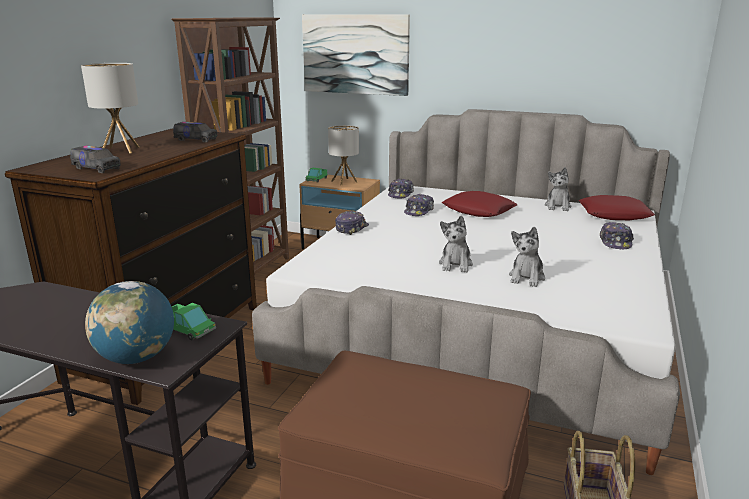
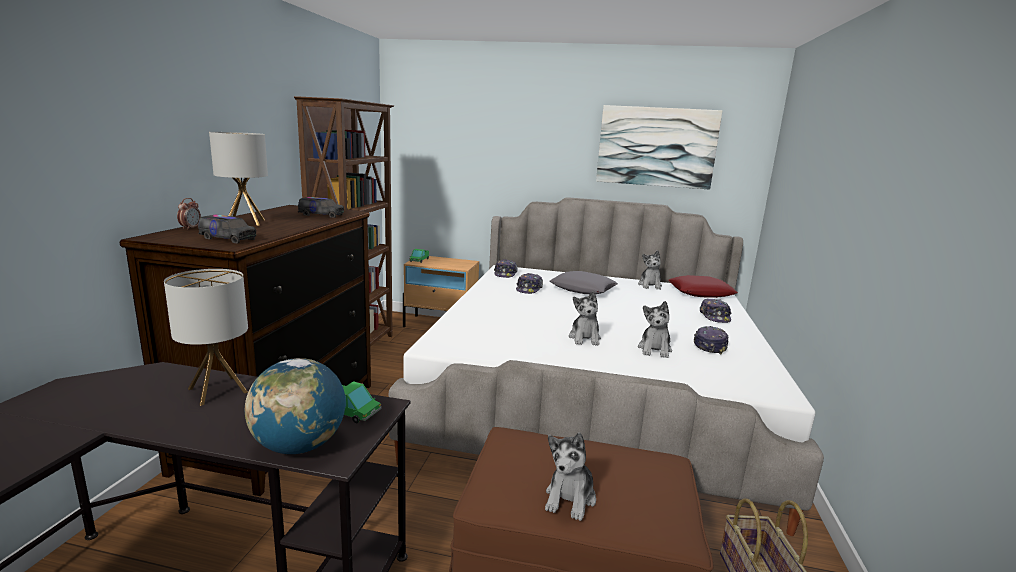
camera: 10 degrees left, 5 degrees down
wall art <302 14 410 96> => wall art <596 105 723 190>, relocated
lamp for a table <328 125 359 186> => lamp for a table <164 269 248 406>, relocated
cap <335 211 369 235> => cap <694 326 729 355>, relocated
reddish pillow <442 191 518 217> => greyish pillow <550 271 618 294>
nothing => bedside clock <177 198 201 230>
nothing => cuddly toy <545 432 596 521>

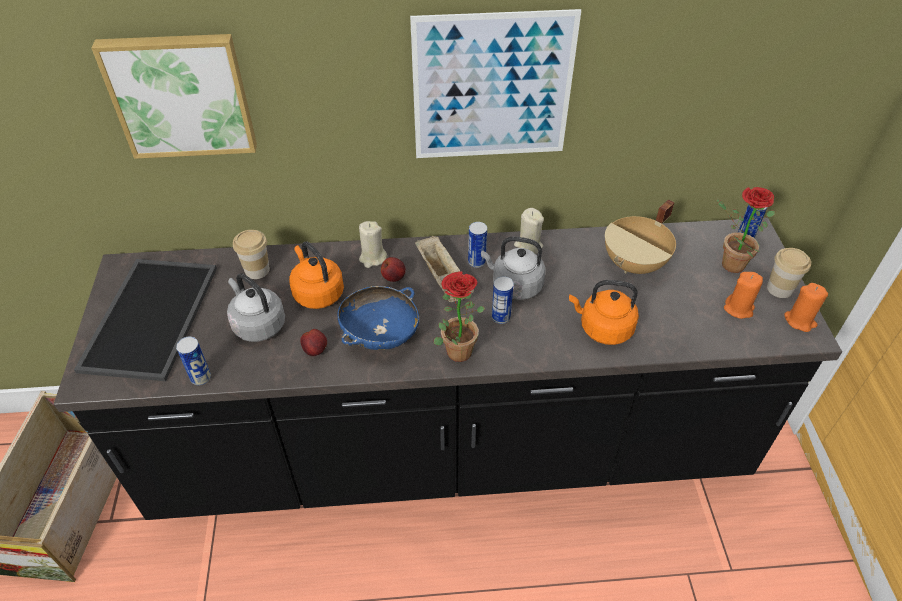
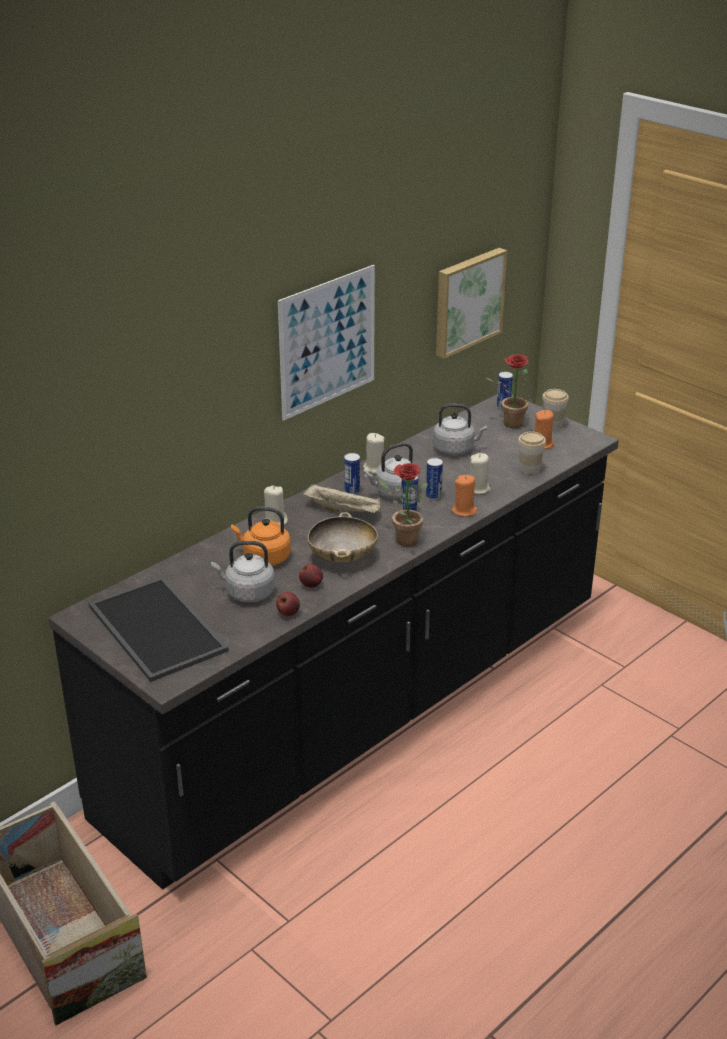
camera: 40 degrees left, 15 degrees down
wall art <91 34 257 159> => wall art <436 248 507 359>, relocated
metal can <176 337 211 385> => metal can <426 458 443 501>, relocated
cup <233 230 270 279> => cup <518 432 546 474>, relocated
bluish deep dish <337 286 419 350> => beige deep dish <307 512 378 562>
whole apple <381 257 406 282> => whole apple <276 592 300 616>, relocated
orange water kettle <569 280 639 345> => beige candle <470 453 491 494>
beige stockpot <605 200 676 274> => greyish water kettle <433 404 487 455>
orange candle <784 283 828 332> => orange candle <452 475 478 517>, relocated

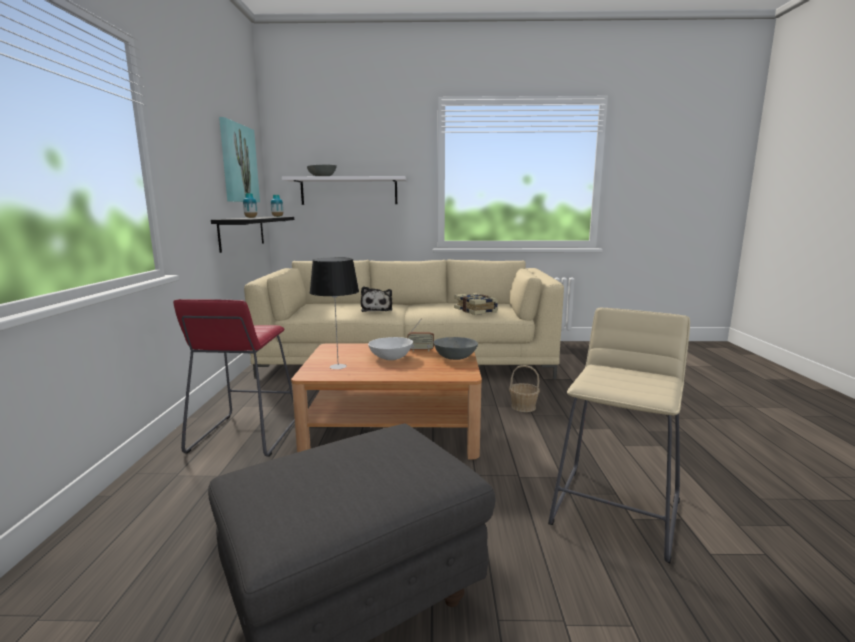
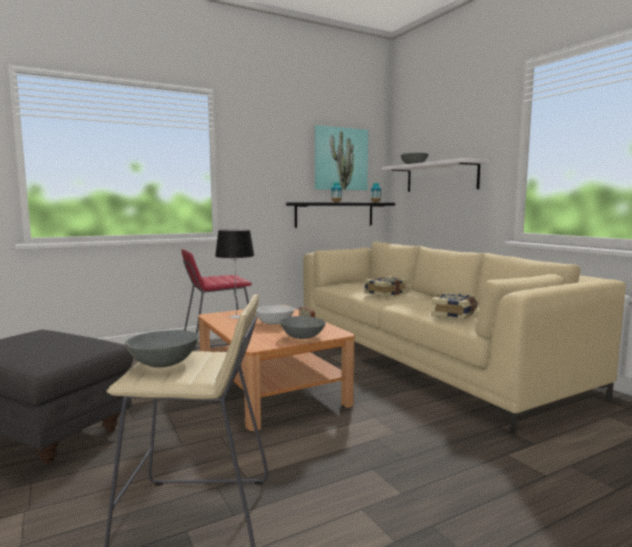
camera: 60 degrees right, 5 degrees down
cuddly toy <361 286 392 312> => volume <364 276 410 297>
storage basket <509 365 540 412> => nothing
nothing => greyish deep dish <125 330 199 368>

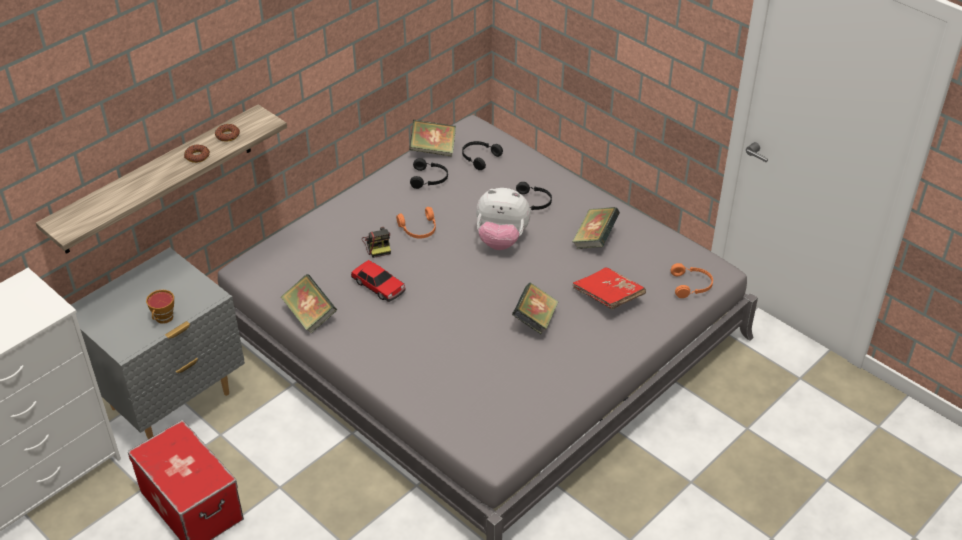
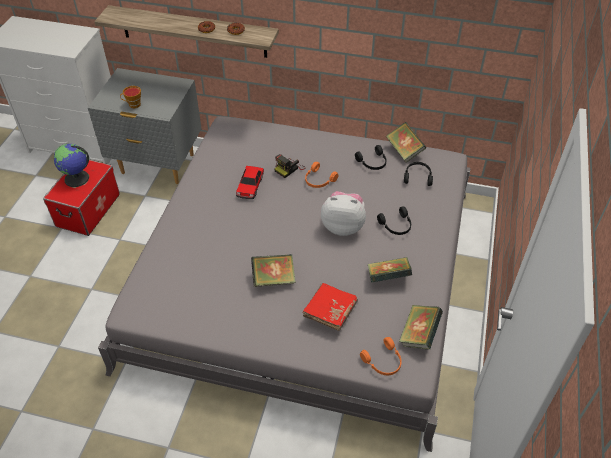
camera: 60 degrees right, 5 degrees up
volume <281 274 337 333> => volume <399 305 443 350>, relocated
cuddly toy <476 188 531 250> => cuddly toy <321 191 366 236>, 120 degrees clockwise
nothing => desk globe <54 144 89 187>

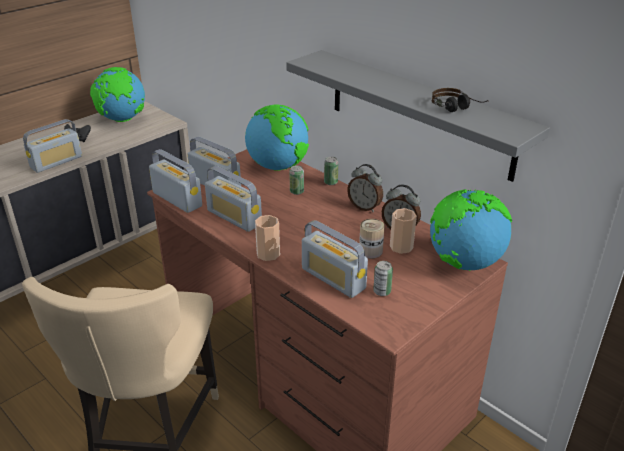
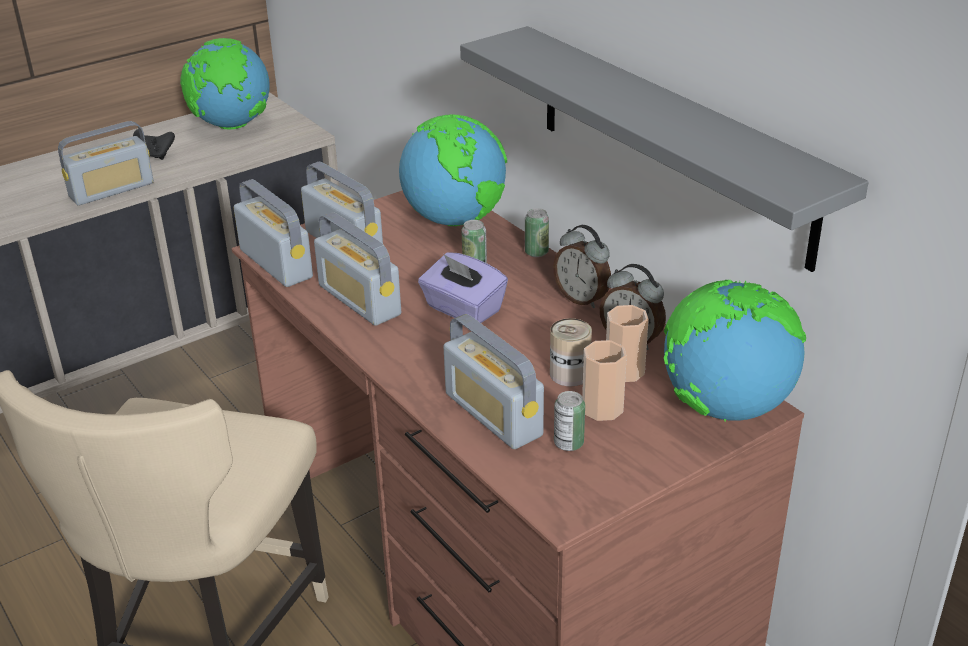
camera: 10 degrees right, 0 degrees up
cup <255 215 280 261> => cup <582 340 627 421>, relocated
headset <432 88 489 112> => nothing
nothing => purple tissue box <418 252 508 323>

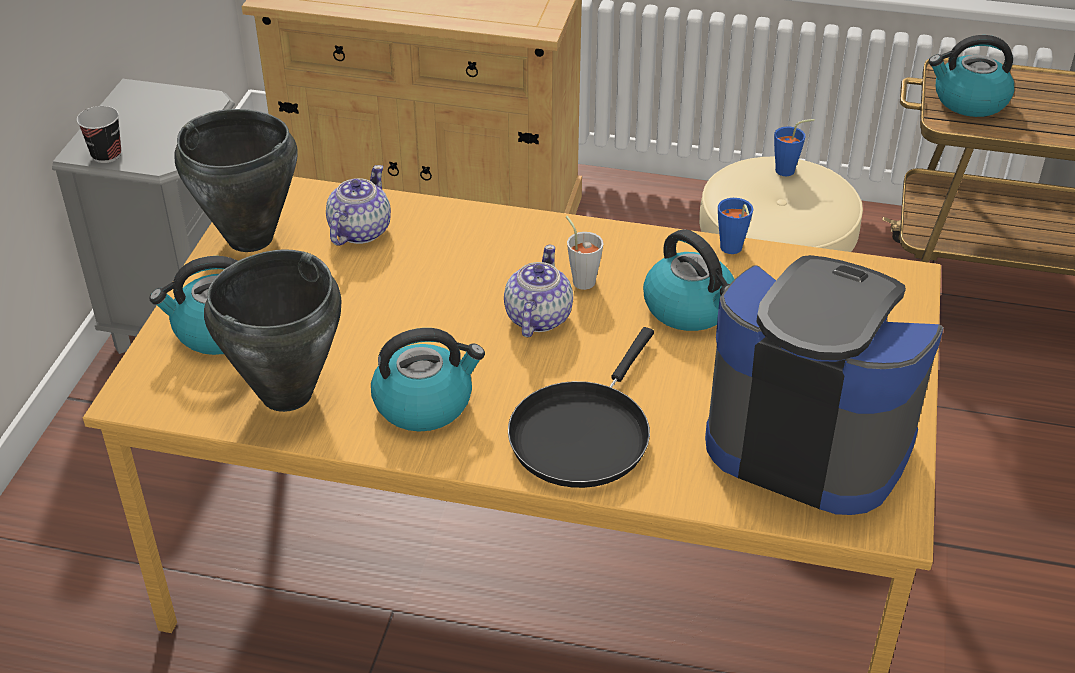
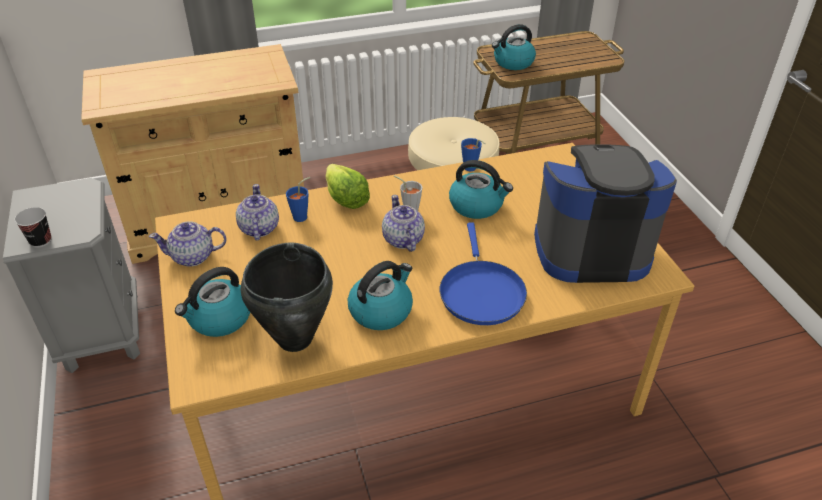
camera: 30 degrees left, 0 degrees up
black stockpot <174 109 298 252> => tea pot <149 221 226 267>
black frying pan <508 327 654 488> => bluish frying pan <440 222 527 325>
bluish cup <774 119 815 176> => bluish cup <286 177 310 222>, relocated
nothing => head of lettuce <326 164 370 209>

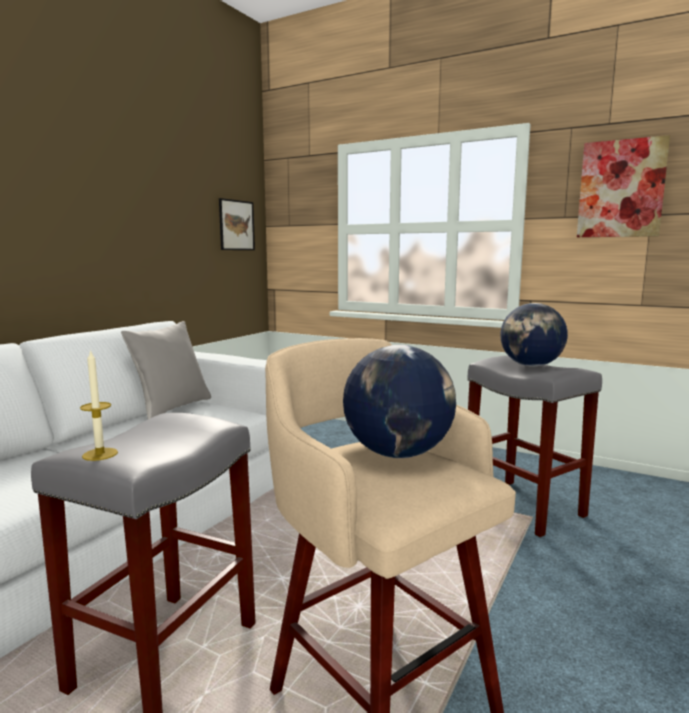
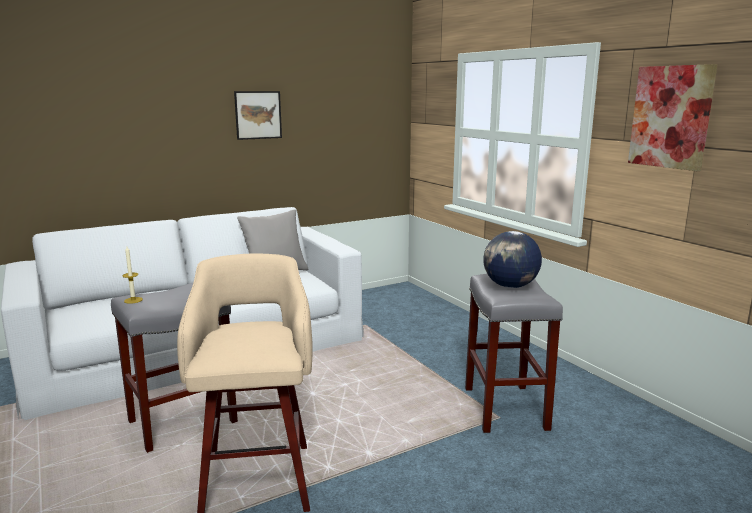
camera: 30 degrees right, 5 degrees up
wall art <219 198 255 250> => wall art <234 91 282 140>, relocated
desk globe <343 345 456 458> => nothing

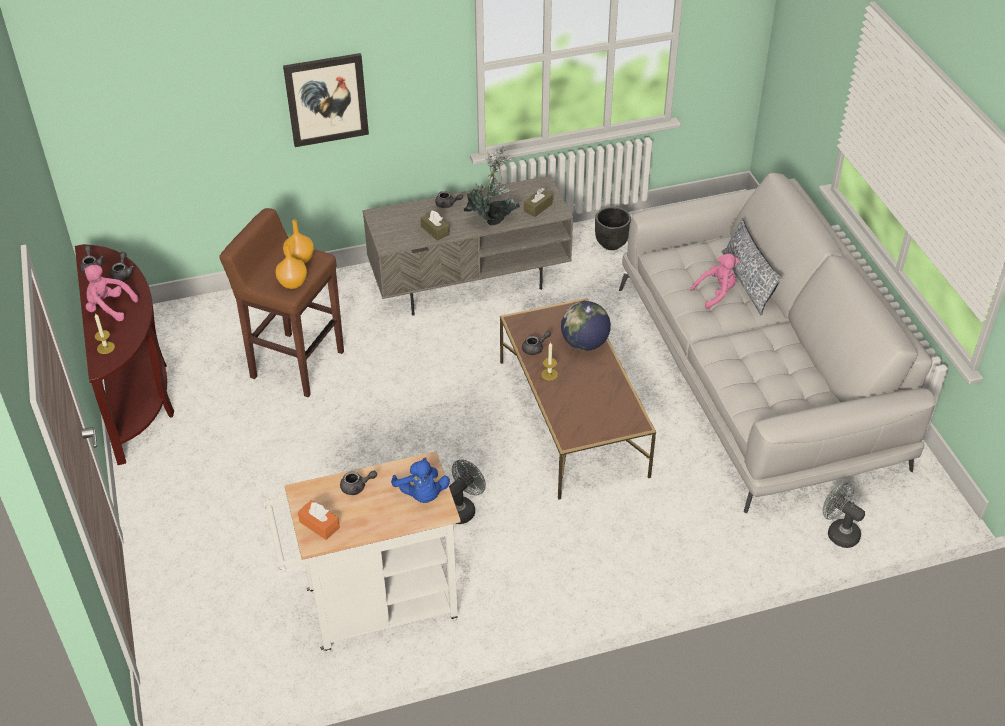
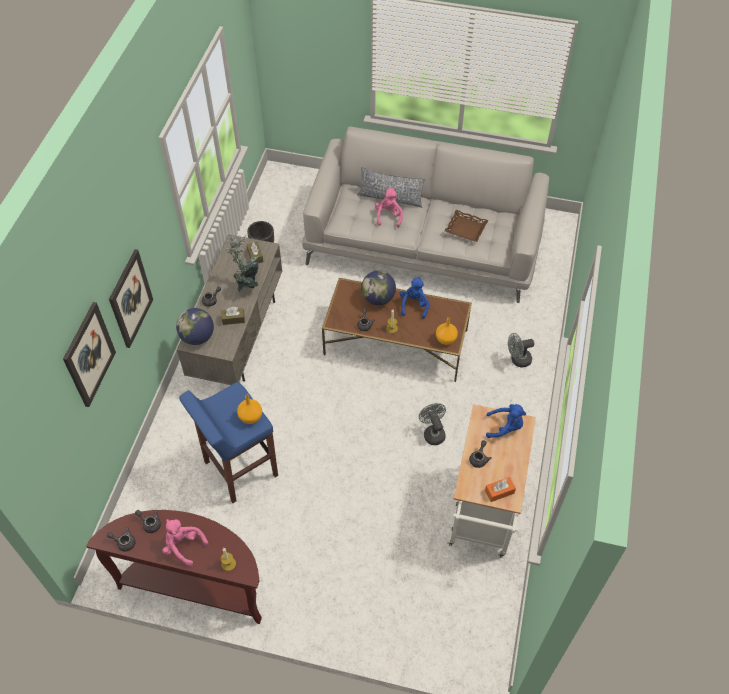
camera: 60 degrees left, 10 degrees up
pink-coloured cuddly toy <84 265 138 321> => pink-coloured cuddly toy <163 519 208 567>, 75 degrees clockwise
brownish stool seat <219 208 344 397> => bluish stool seat <179 382 278 503>
orange flower vase <283 219 314 264> => orange flower vase <436 317 458 345>, relocated
greyish fan <823 483 865 548> => greyish fan <508 333 535 367>, relocated
nothing => wall art <63 302 116 407>
nothing => desk globe <176 308 214 345>
nothing => bluish cuddly toy <400 277 429 319>
nothing => brownish tray <445 210 489 242>

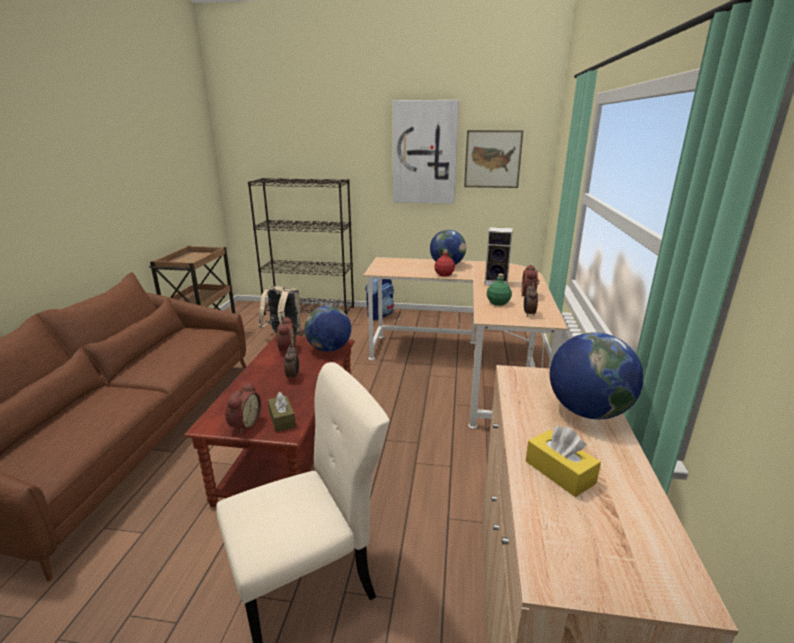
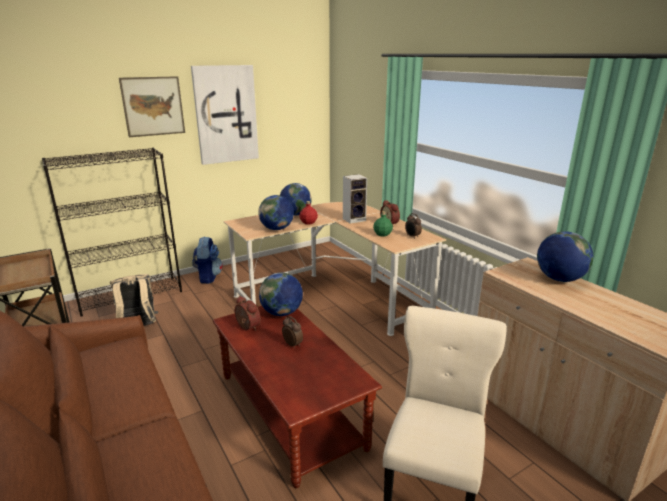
camera: 40 degrees left, 0 degrees up
bedside clock <226 381 261 434> => nothing
brownish tissue box <268 392 296 432> => nothing
wall art <464 130 523 188> => wall art <119 76 185 137>, relocated
yellowish tissue box <526 426 601 497> => nothing
nothing => desk globe <258 195 294 230>

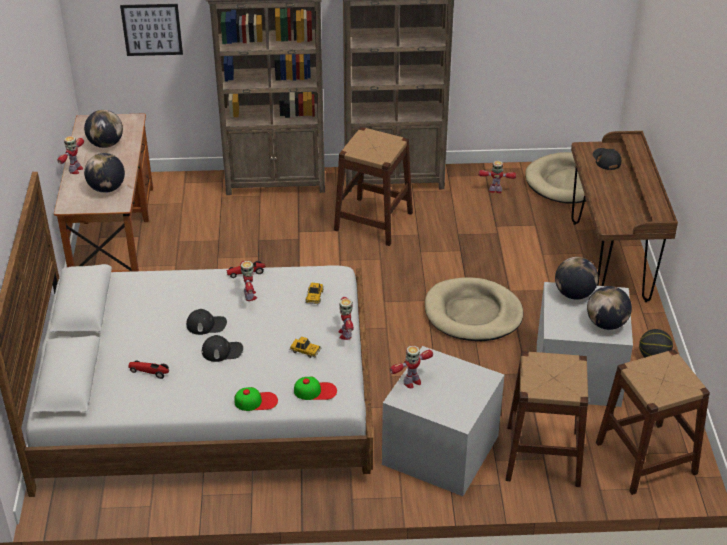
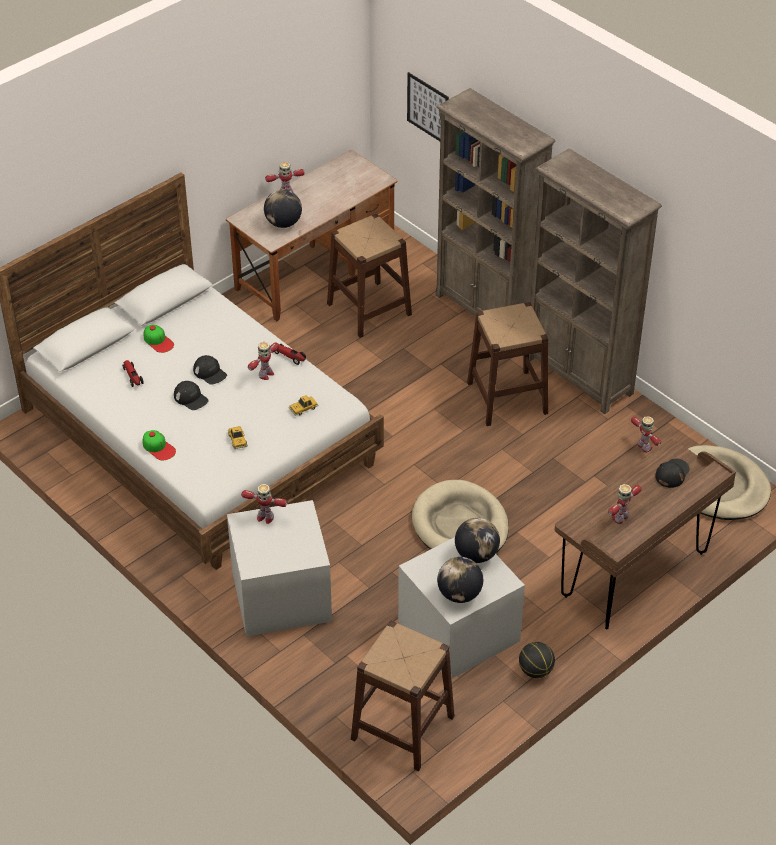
camera: 50 degrees right, 5 degrees up
desk globe <84 110 123 148> => nothing
cap <294 377 337 400> => cap <144 325 174 353>, relocated
robot figure <338 297 354 340> => robot figure <608 484 641 524>, relocated
brownish stool seat <506 351 588 487> => brownish stool seat <327 214 412 338>, relocated

